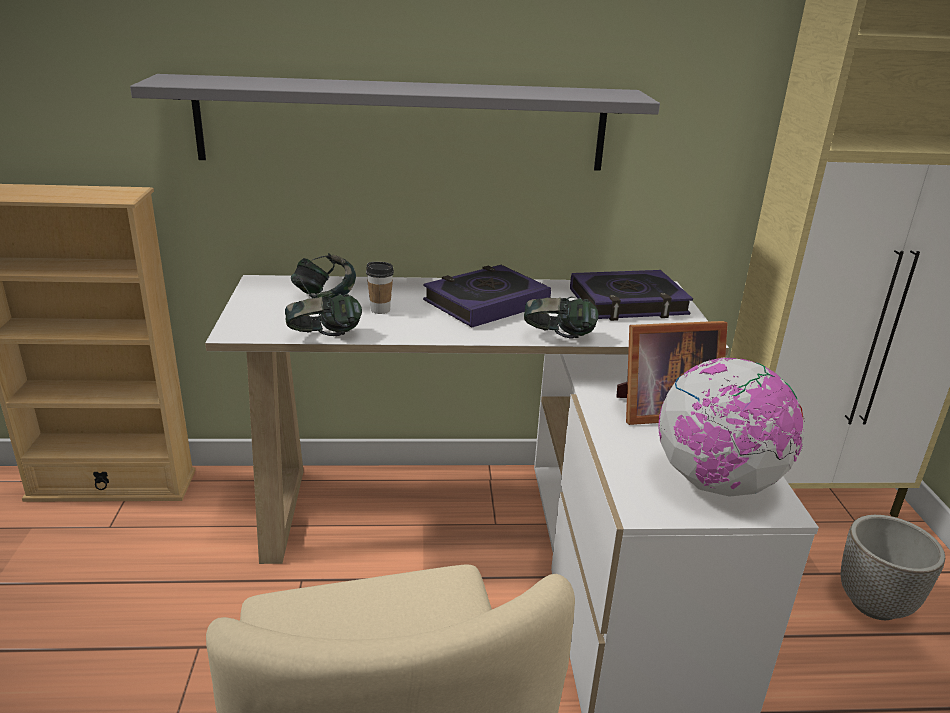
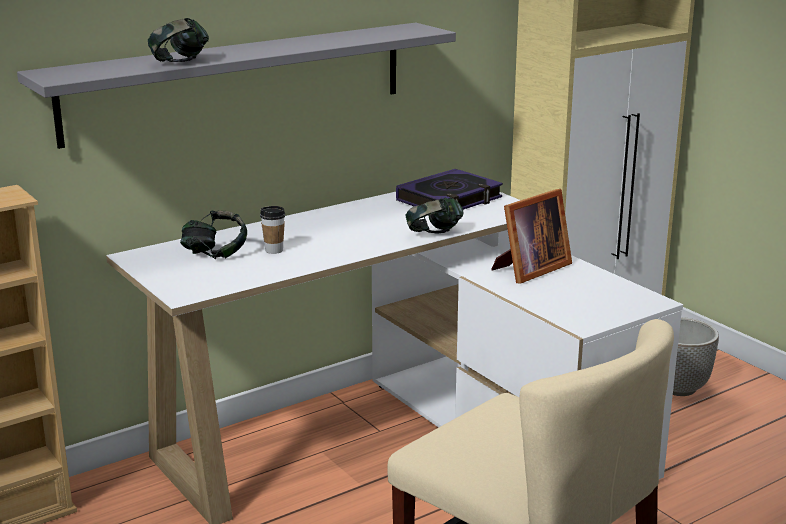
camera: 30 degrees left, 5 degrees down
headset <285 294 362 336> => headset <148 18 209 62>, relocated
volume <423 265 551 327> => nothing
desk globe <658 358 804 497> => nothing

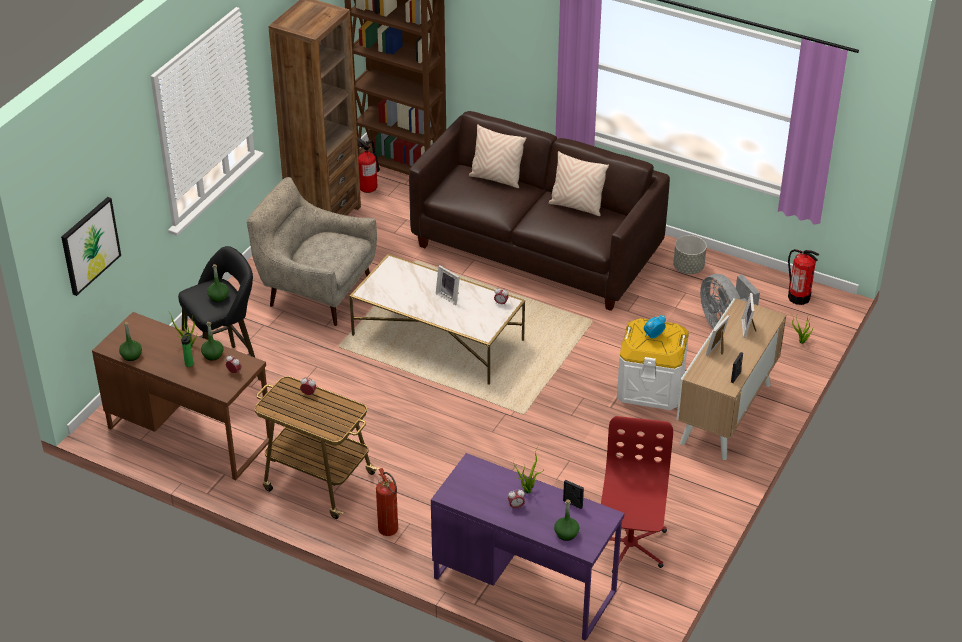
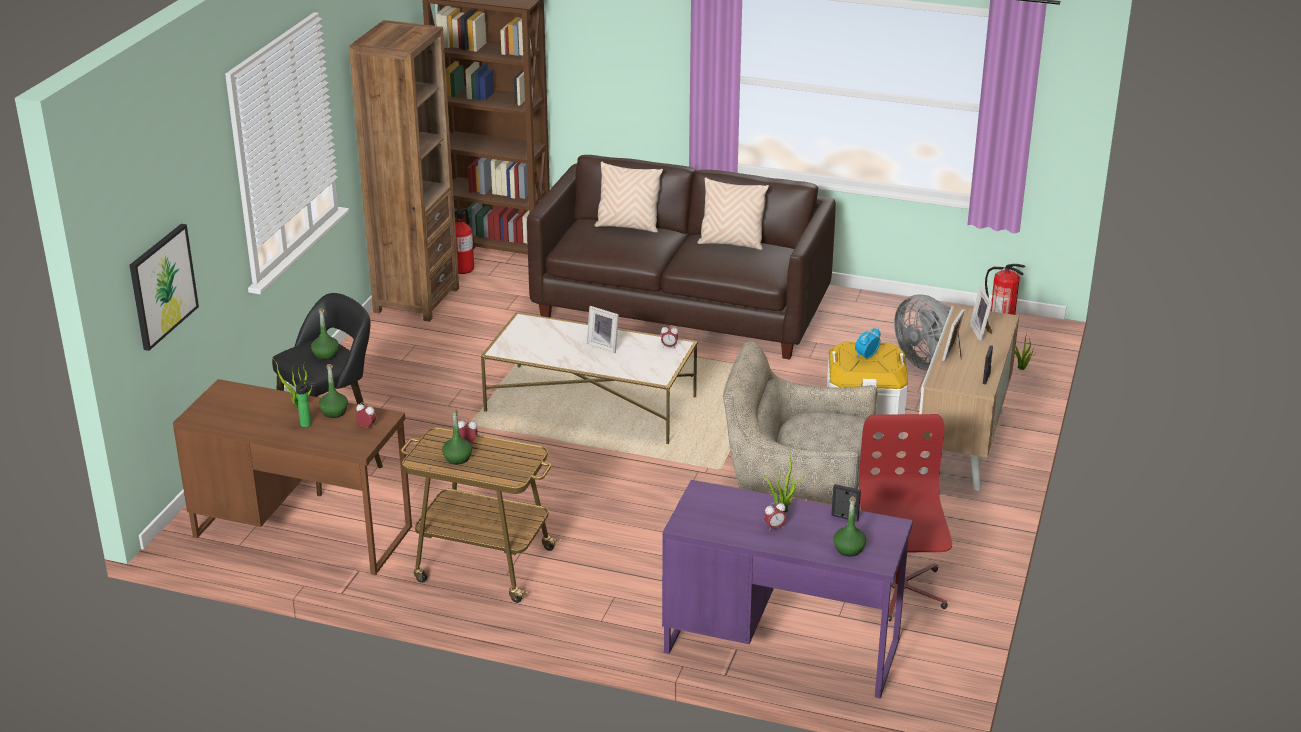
camera: 10 degrees left, 10 degrees down
green-coloured bottle <119 322 142 361> => green-coloured bottle <442 409 472 465>, relocated
beige easy chair <246 177 377 326> => beige easy chair <723 341 877 504>, relocated
fire-fighting cylinder <376 468 398 536> => nothing
greyish flower pot <673 235 707 274> => nothing

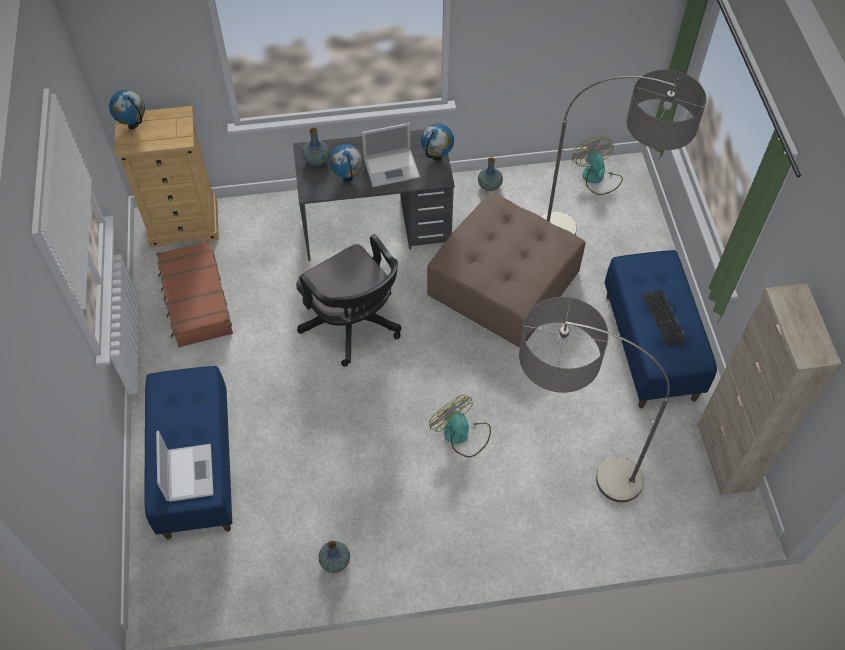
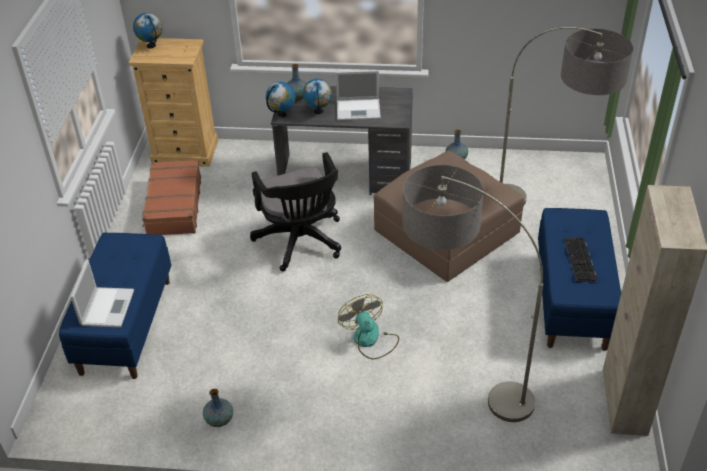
camera: 15 degrees right, 15 degrees down
desk globe <421 123 454 161> => desk globe <266 82 295 118>, relocated
fan <572 137 623 195> => nothing

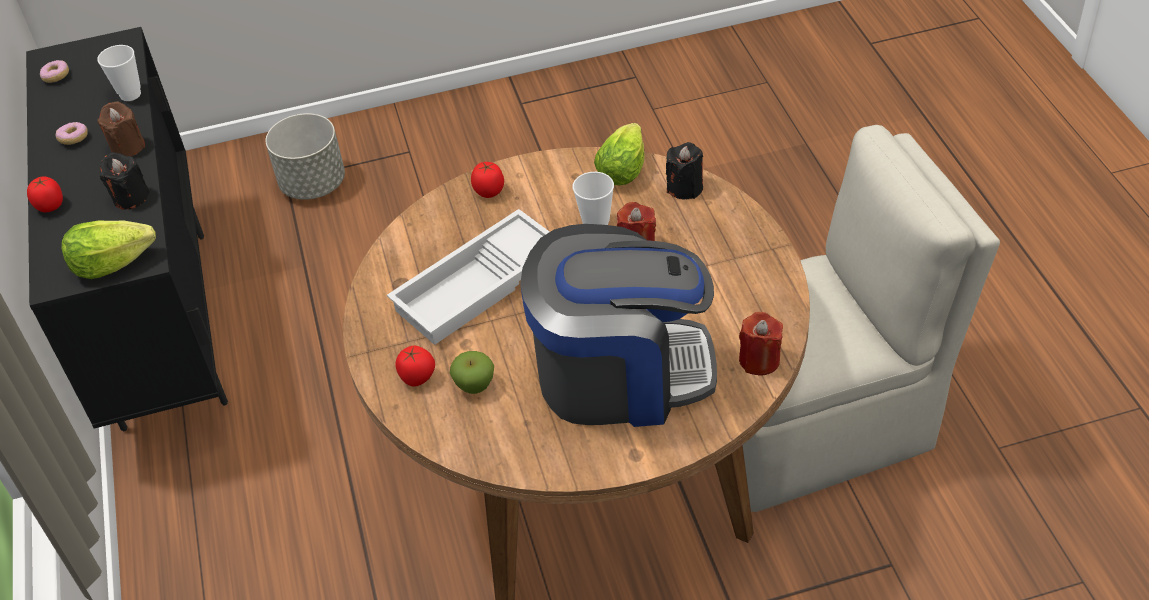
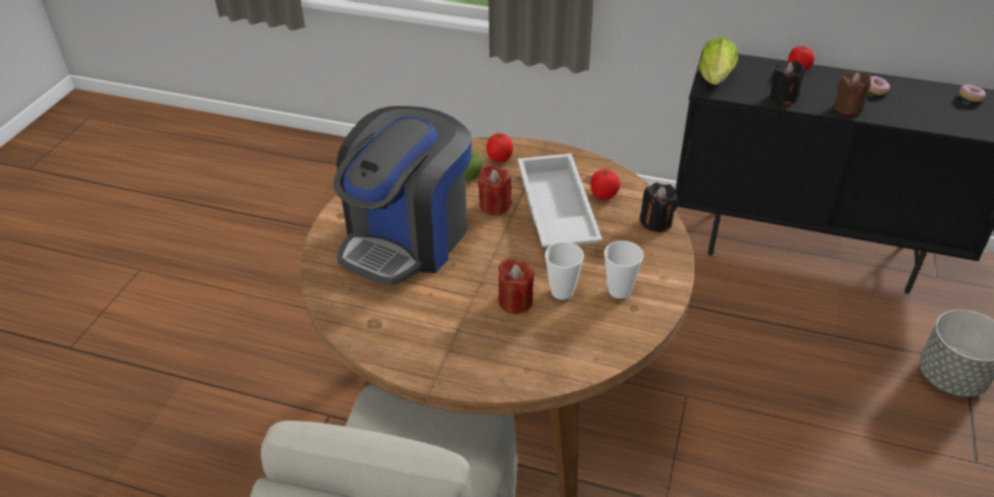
camera: 120 degrees right, 5 degrees down
cup <97 45 141 101> => cup <604 241 644 299>, relocated
tomato <471 162 504 198> => tomato <590 169 620 200>, relocated
head of lettuce <594 123 644 185> => nothing
black candle <666 142 703 200> => black candle <639 183 678 232>, relocated
reddish candle <739 312 783 376> => reddish candle <478 164 512 215>, relocated

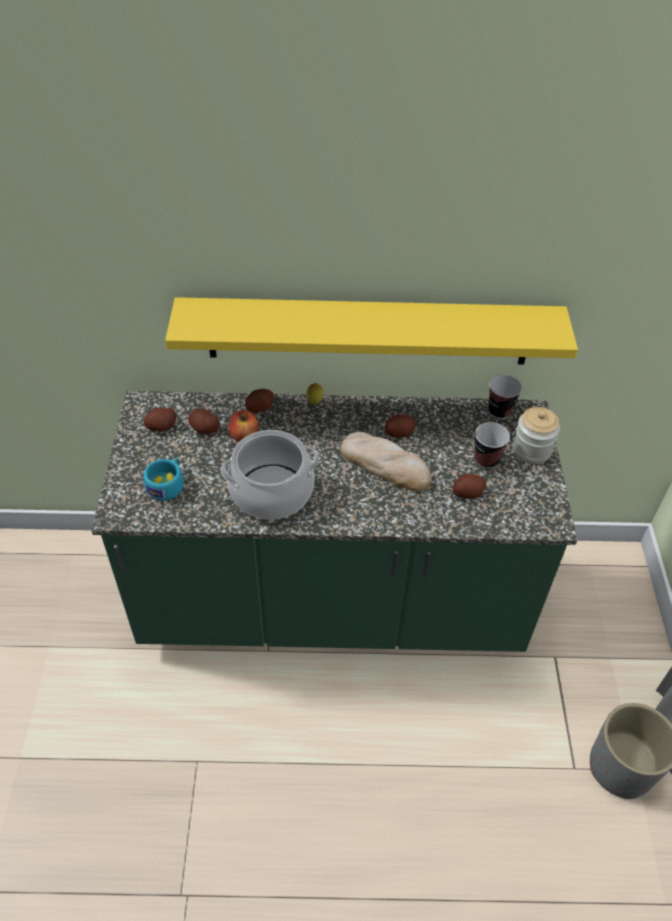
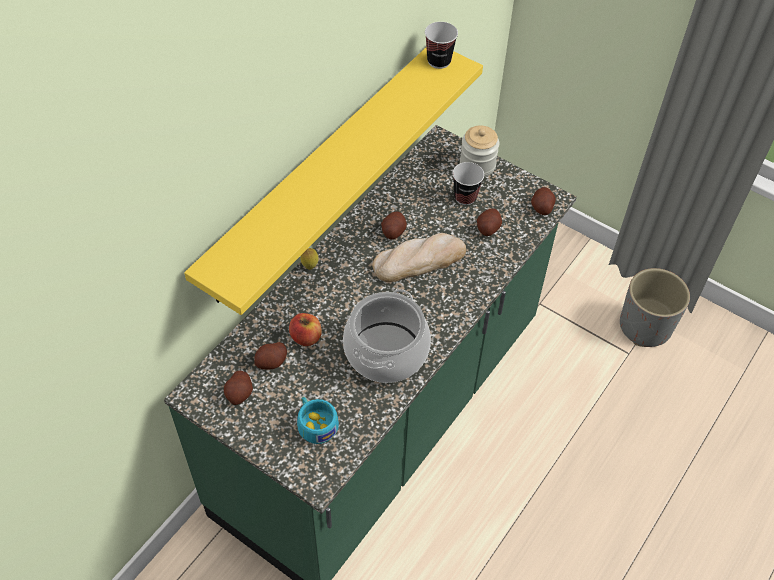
camera: 55 degrees left, 5 degrees up
spud <245 389 274 413> => spud <531 187 556 215>, relocated
cup <488 375 522 419> => cup <425 22 458 69>, relocated

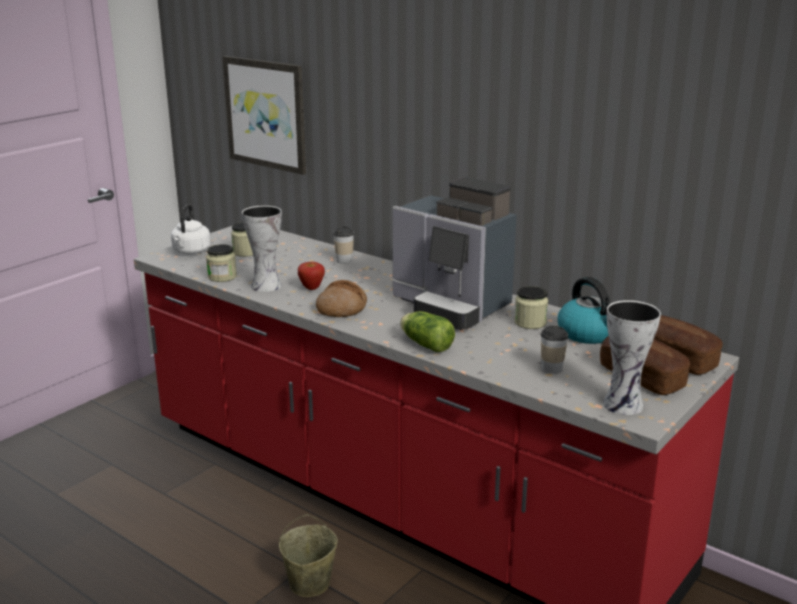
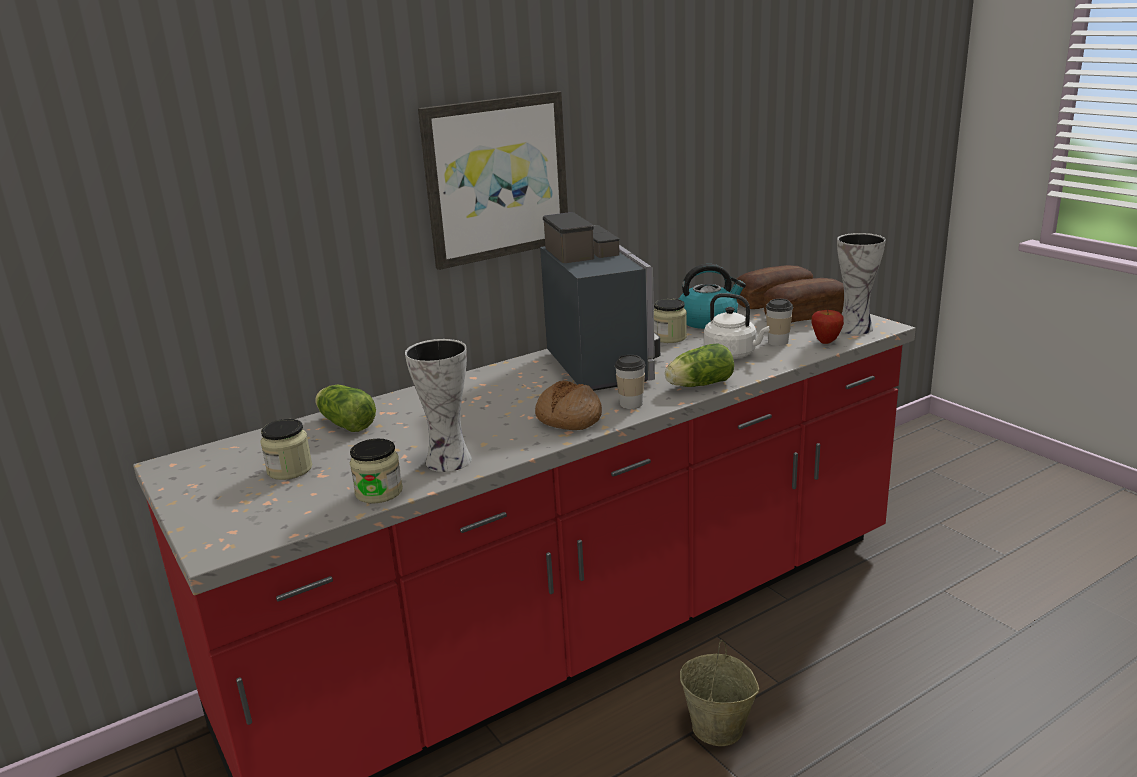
camera: 70 degrees left, 0 degrees up
white-coloured water kettle <171 204 211 254> => white-coloured water kettle <704 293 770 359>, relocated
wall art <222 56 306 175> => wall art <418 91 568 270>, relocated
whole apple <298 262 325 290> => whole apple <812 310 844 344>, relocated
cup <333 226 354 264> => cup <615 355 646 409>, relocated
coffee maker <393 177 516 330> => coffee maker <540 212 660 391>, 75 degrees counterclockwise
nothing => head of lettuce <316 385 376 432>

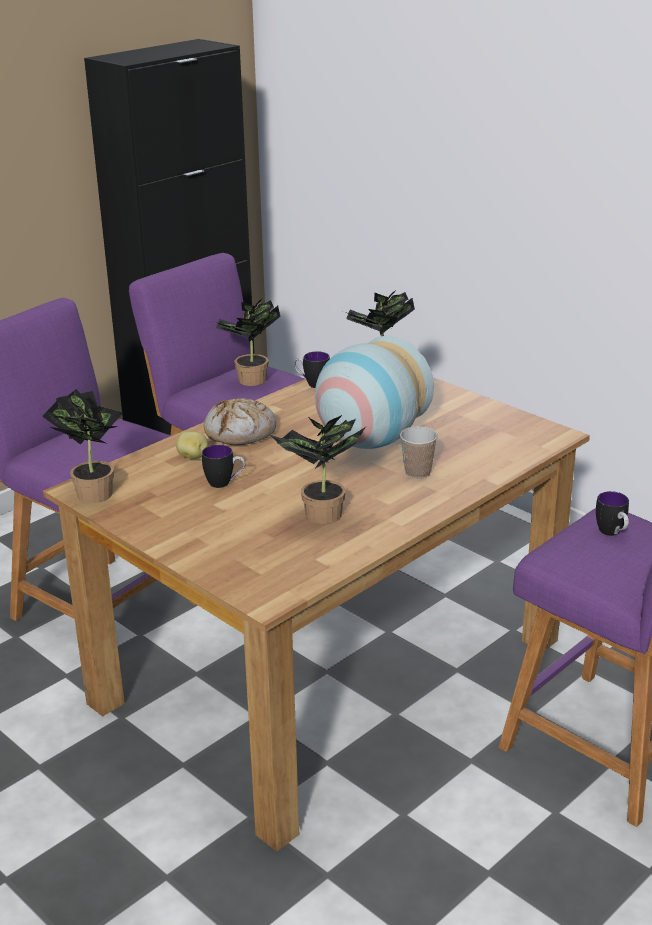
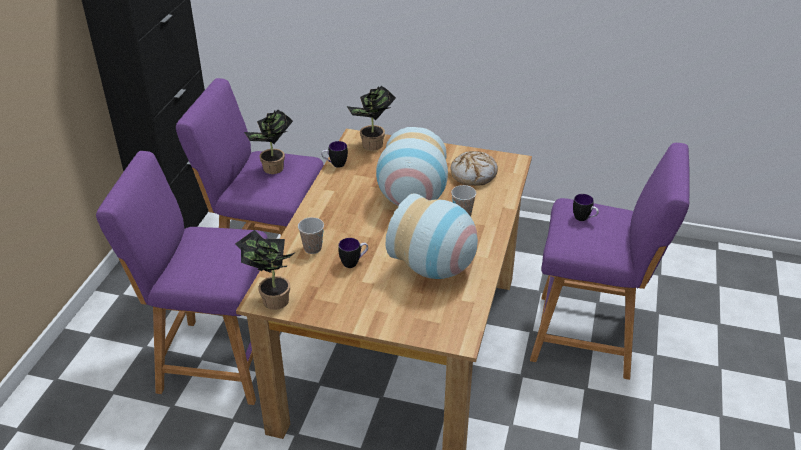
camera: 30 degrees left, 10 degrees up
spud <176 431 208 459> => cup <298 217 324 254>
baked bread <204 398 276 445> => baked bread <451 151 498 186>, relocated
houseplant <269 415 366 524> => flower vase <386 193 478 279>

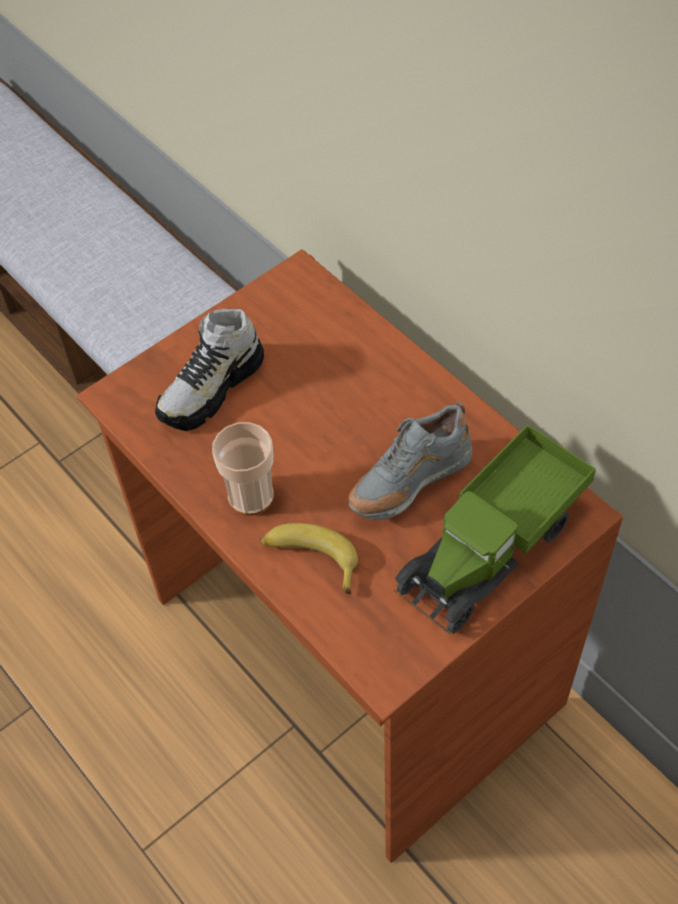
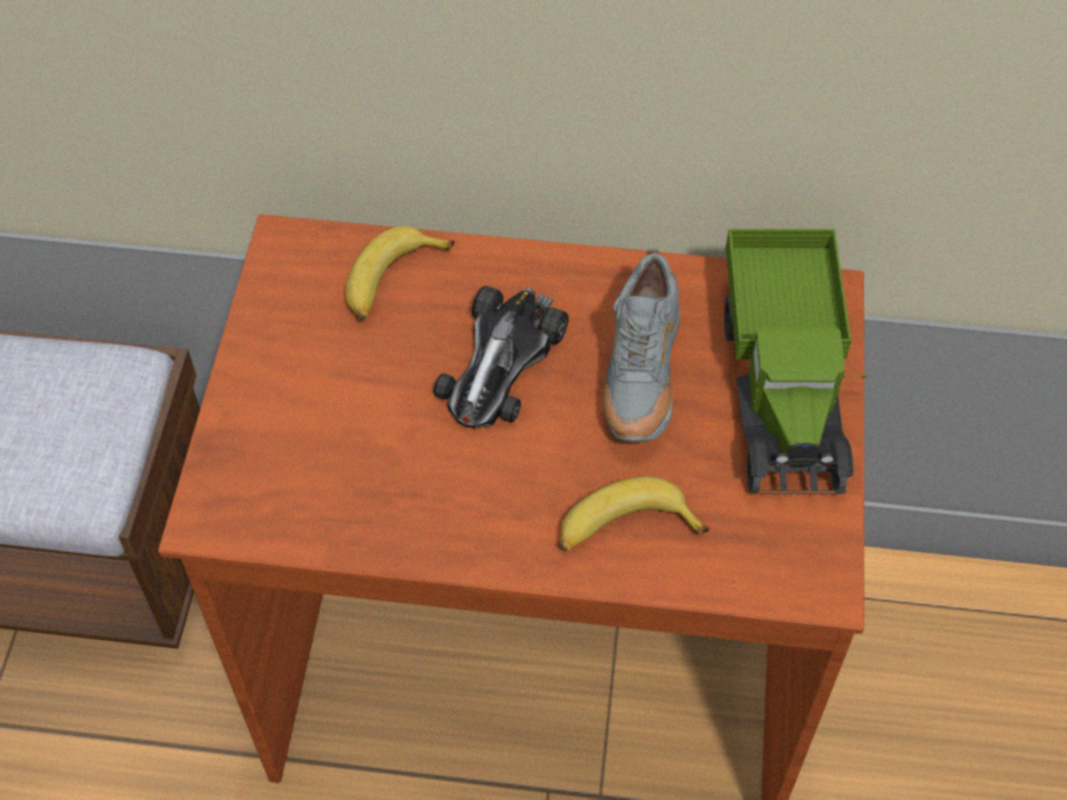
camera: 45 degrees left, 0 degrees up
shoe <155 309 264 431> => nothing
cup <212 422 274 516> => nothing
nothing => whole banana <345 226 455 320>
nothing => miniature car <433 286 569 428>

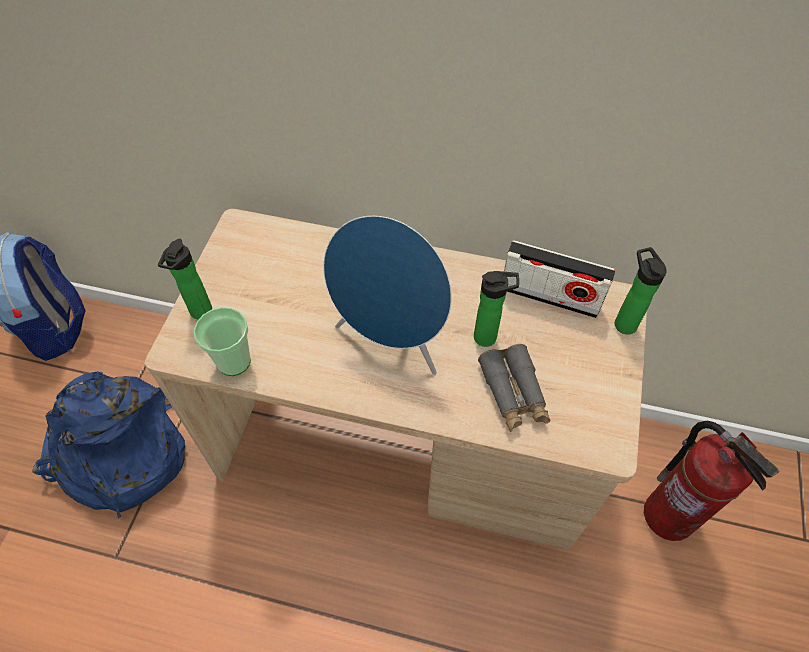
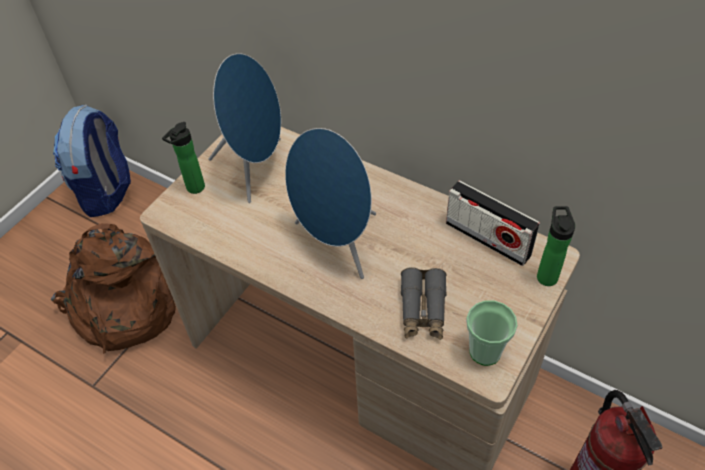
camera: 20 degrees right, 5 degrees down
bluish rucksack <32 371 185 518> => brownish rucksack <51 223 176 354>
cup <193 307 251 376> => cup <466 300 518 366>, relocated
bottle <474 271 519 347> => nothing
nothing => bluish audio speaker <208 53 281 203>

